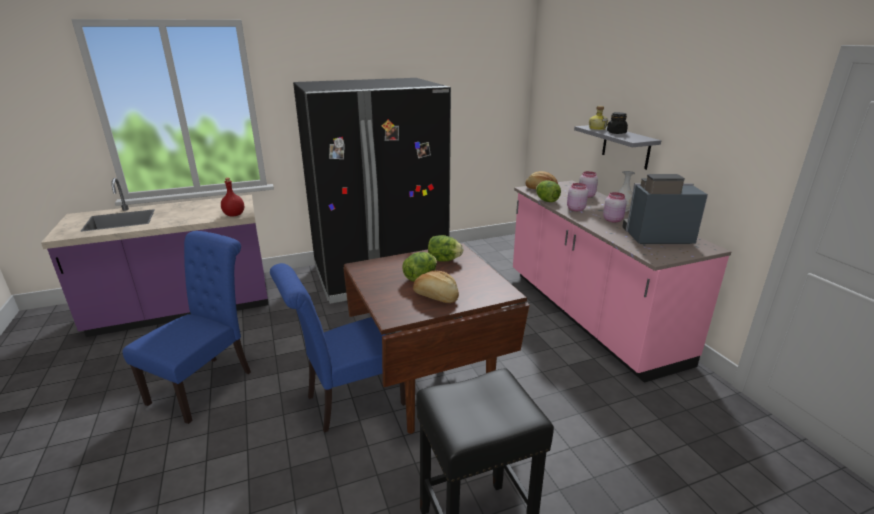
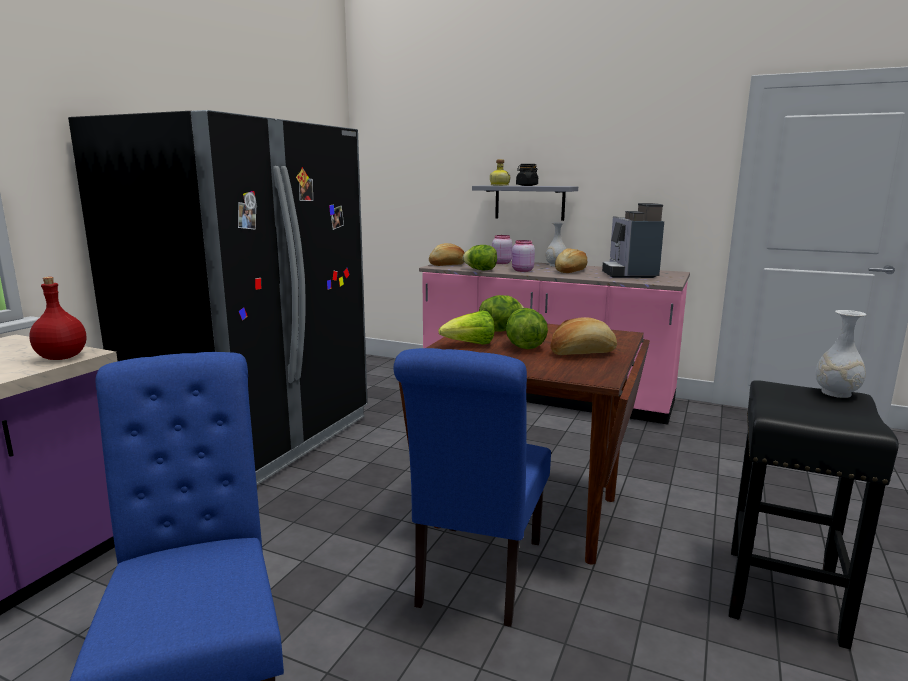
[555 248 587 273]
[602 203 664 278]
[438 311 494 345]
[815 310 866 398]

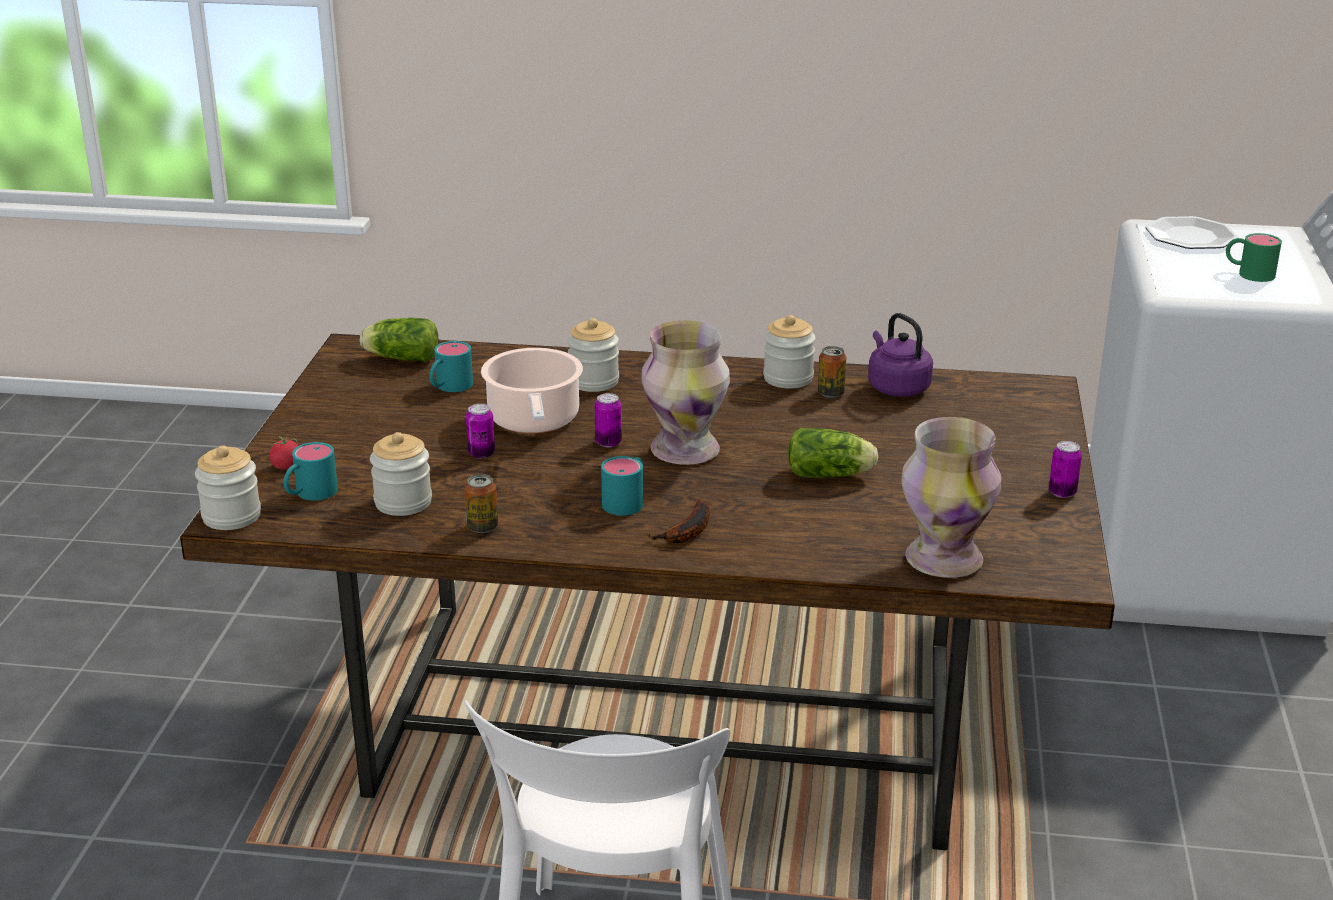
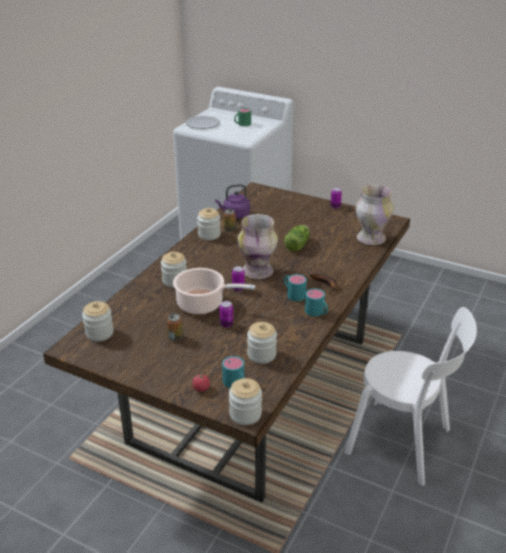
[82 301 114 341]
[305 288 328 316]
[167 313 183 341]

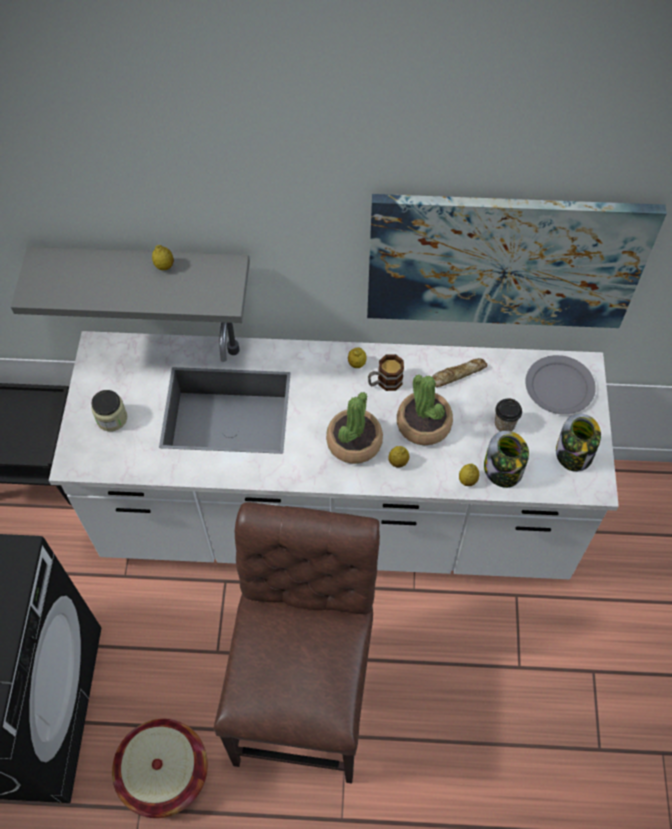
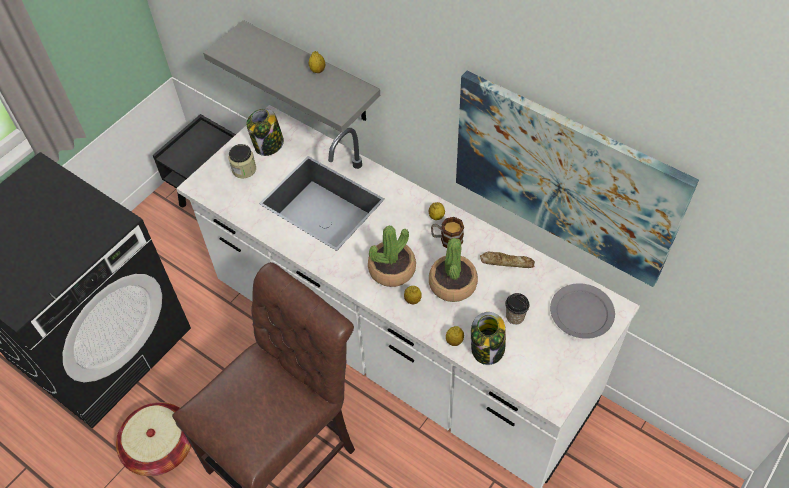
[246 109 284 156]

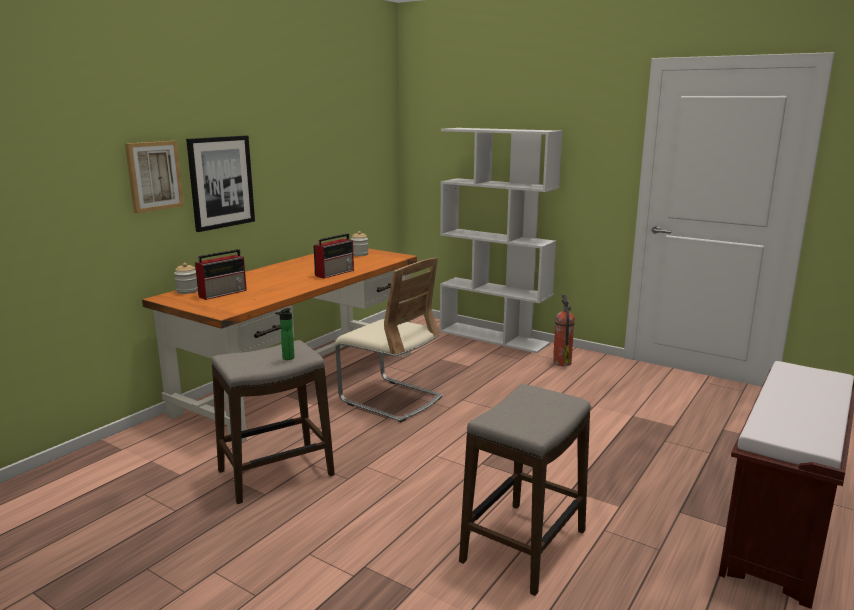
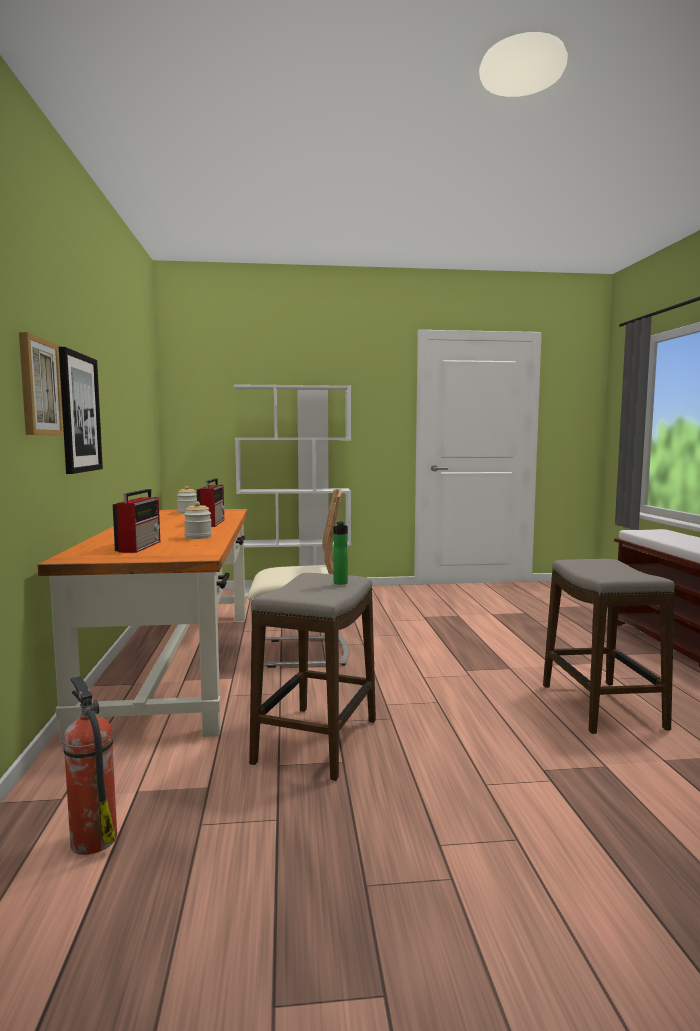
[184 502 212 539]
[63 676 117 855]

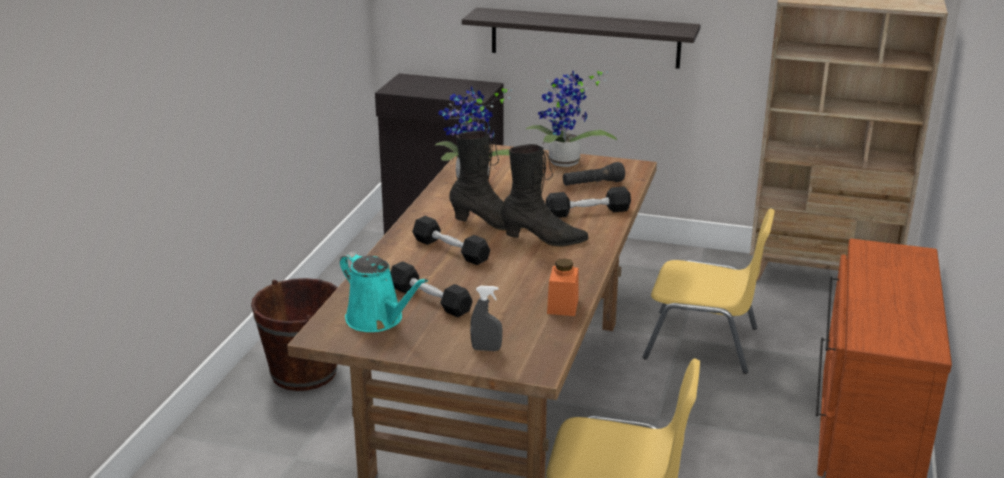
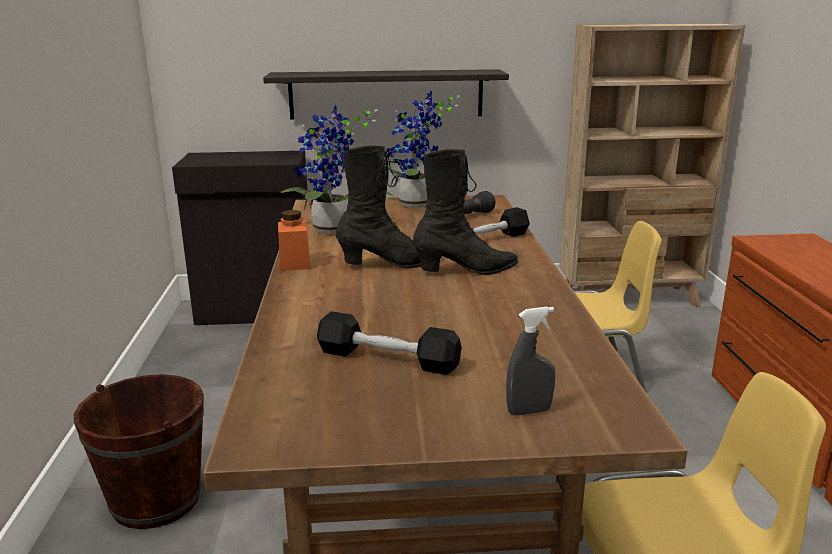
[340 252 428 332] (first image)
[412 216 490 265] (first image)
[278 210 311 271]

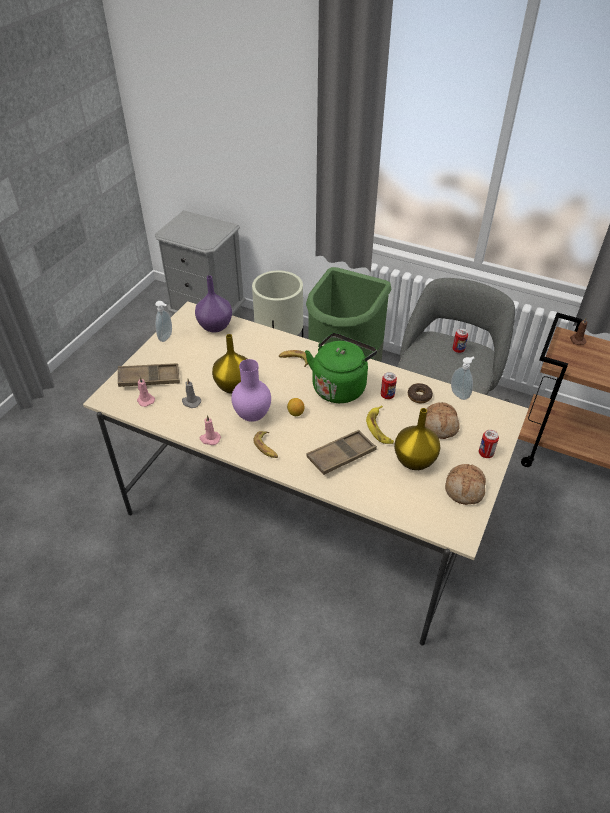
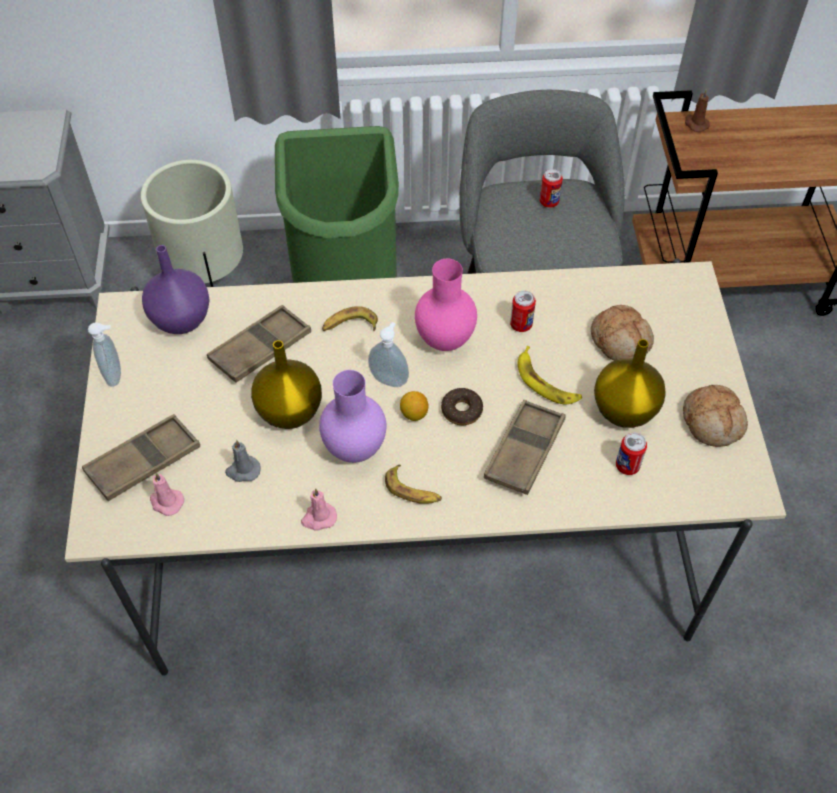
[415 259 477 351]
[441 388 483 425]
[368 322 409 387]
[616 433 647 475]
[207 305 311 383]

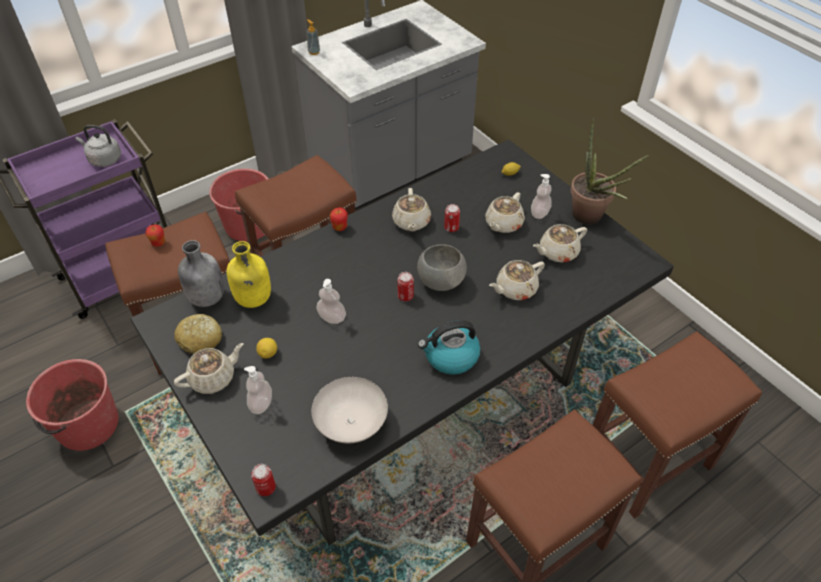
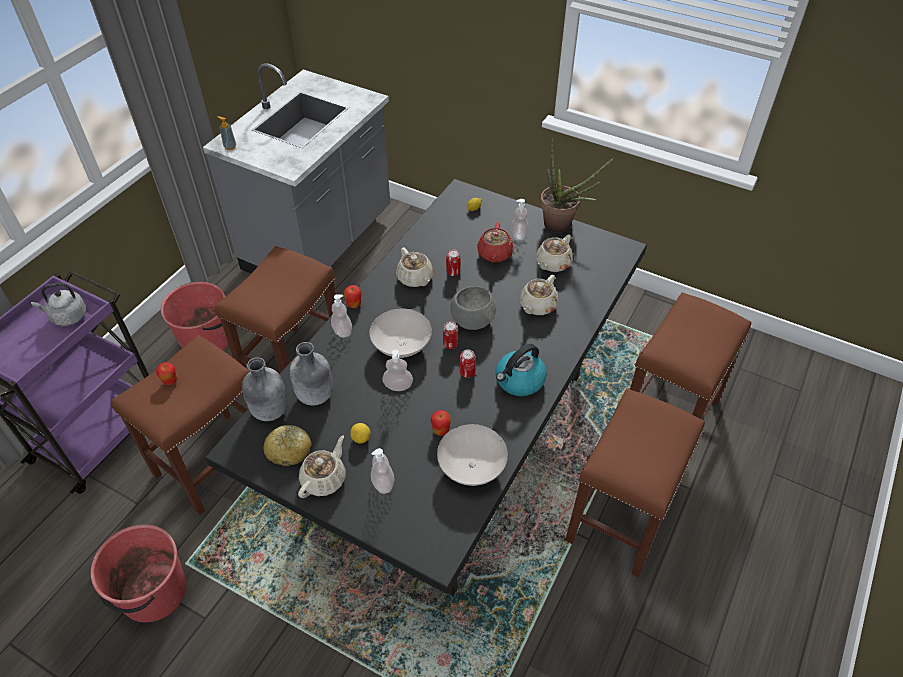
[290 342 333 406]
[460 349 476 378]
[477 222 514 263]
[331 294 352 338]
[369 309 432 358]
[431 410 451 436]

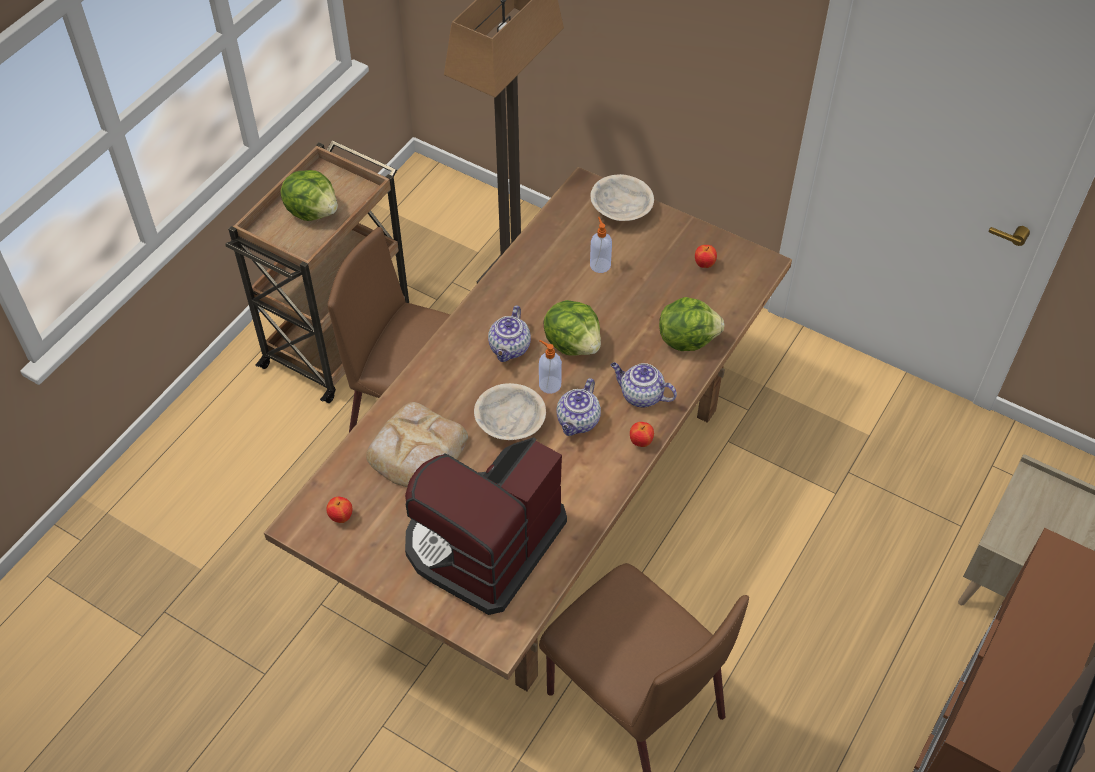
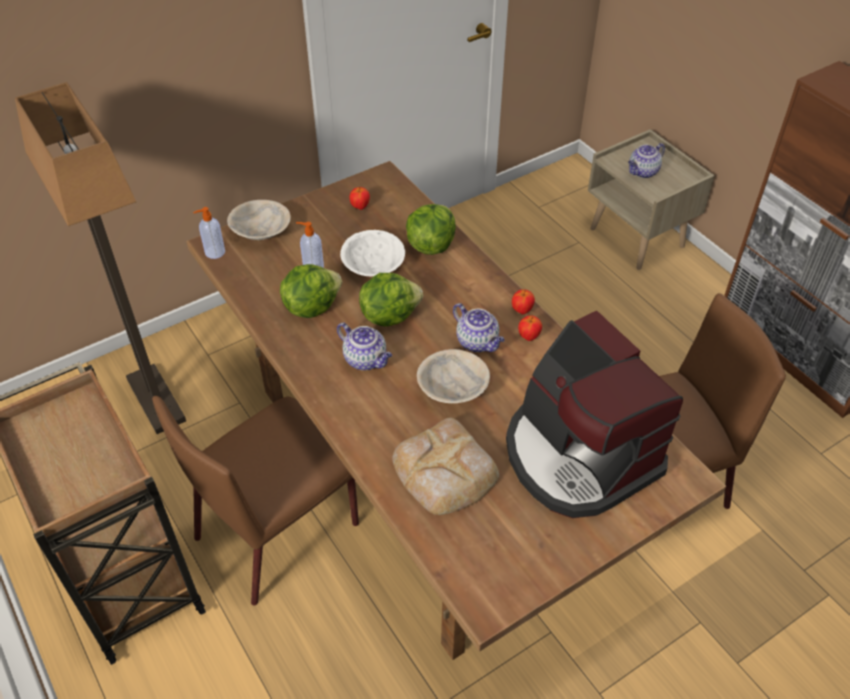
[280 264 342 318]
[518 315 542 341]
[193 207 225 259]
[628 143 665 178]
[340 230 405 276]

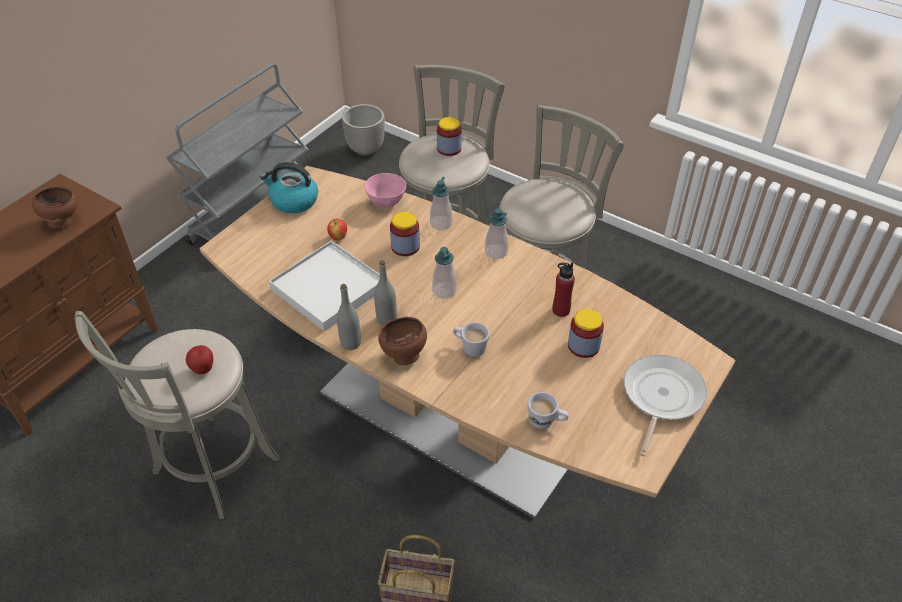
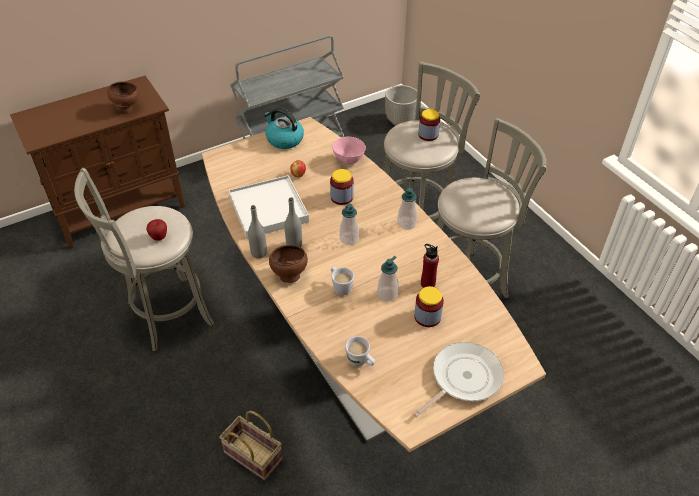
[377 256 399 302]

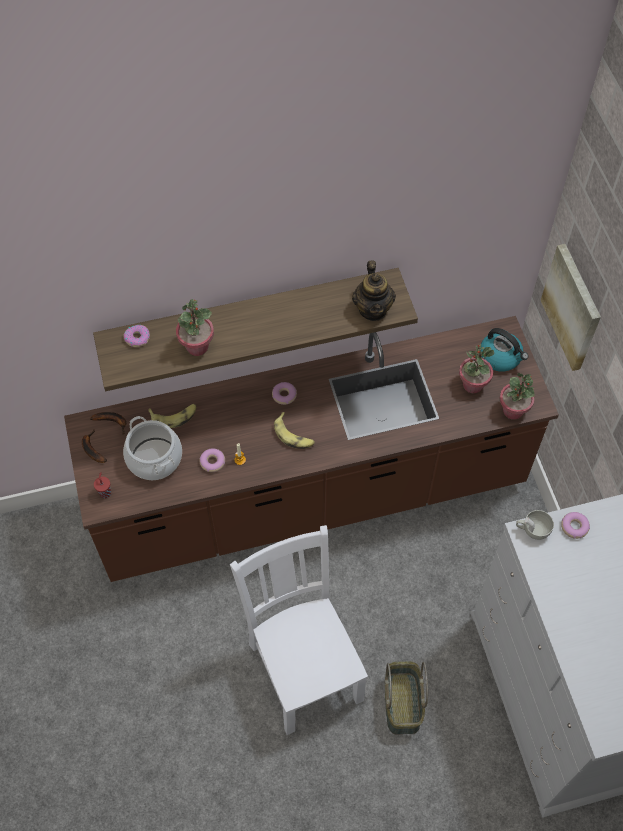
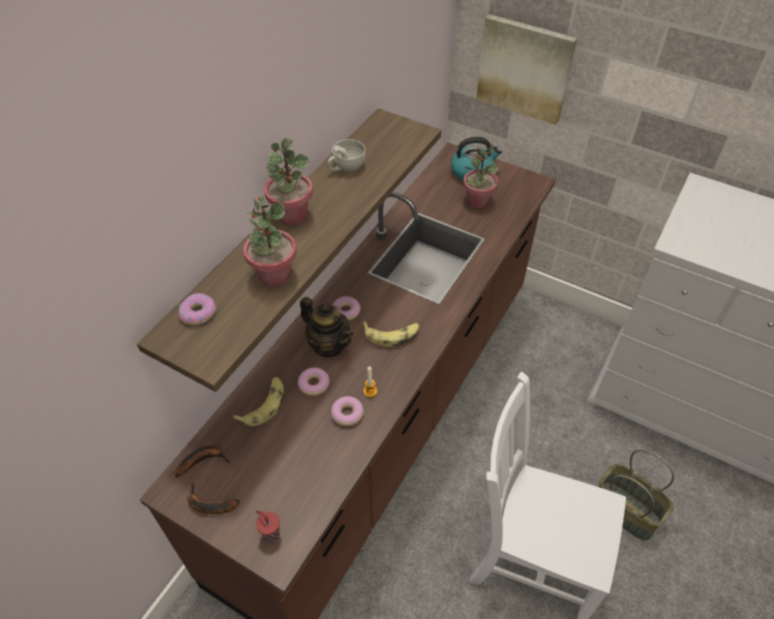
[123 416 182 480] (first image)
[300 297 354 357]
[264 138 313 226]
[327 139 365 171]
[298 367 330 396]

